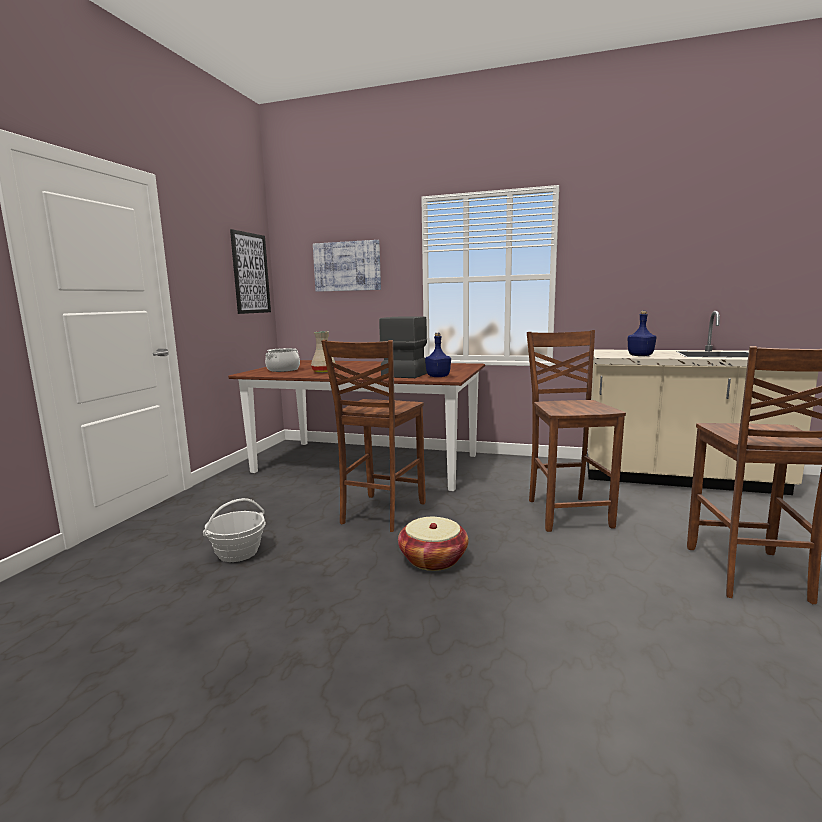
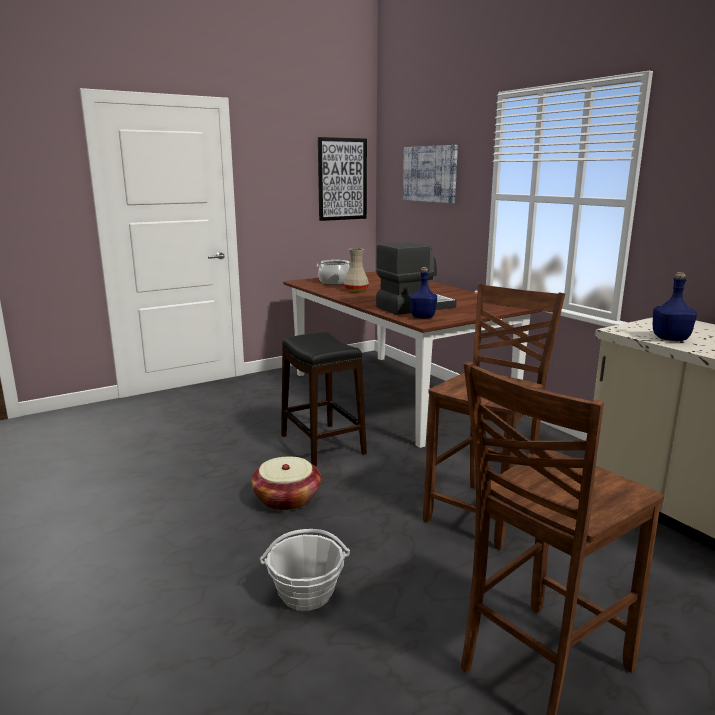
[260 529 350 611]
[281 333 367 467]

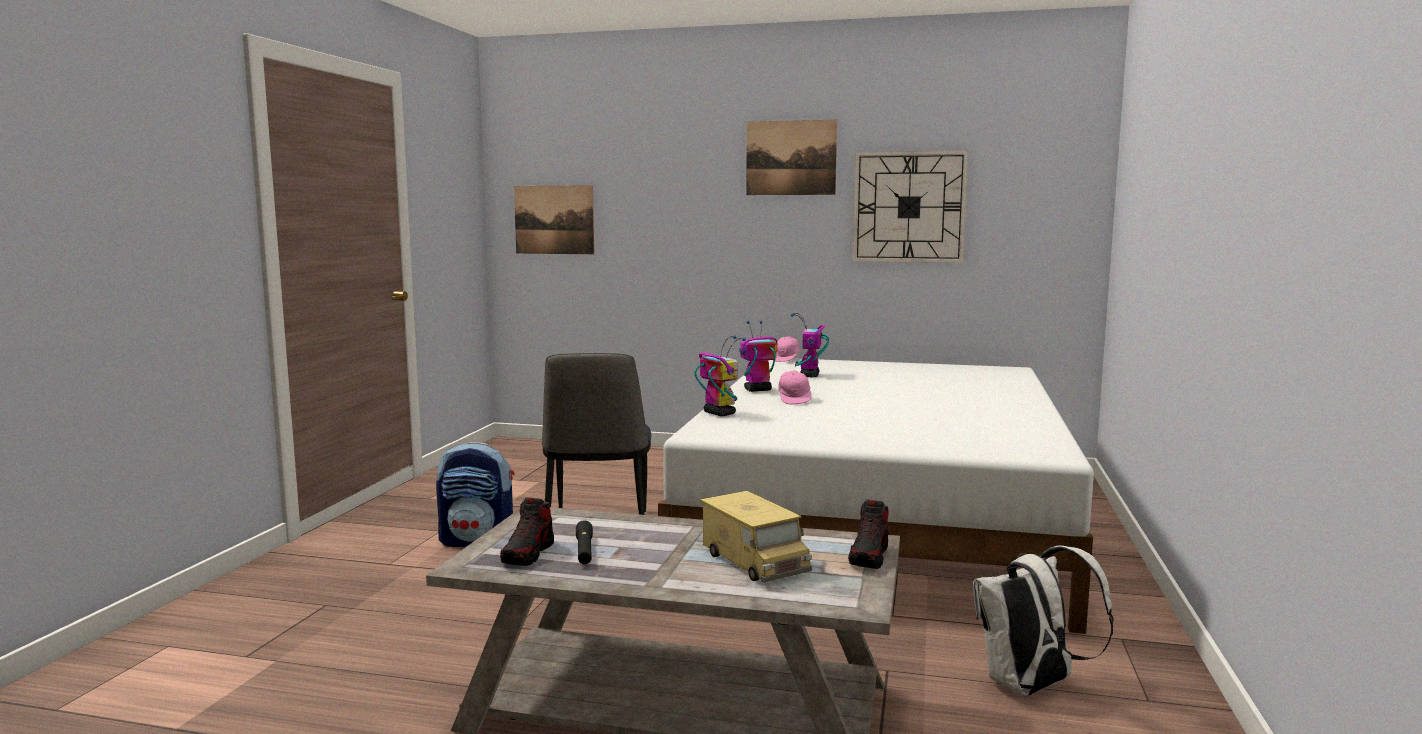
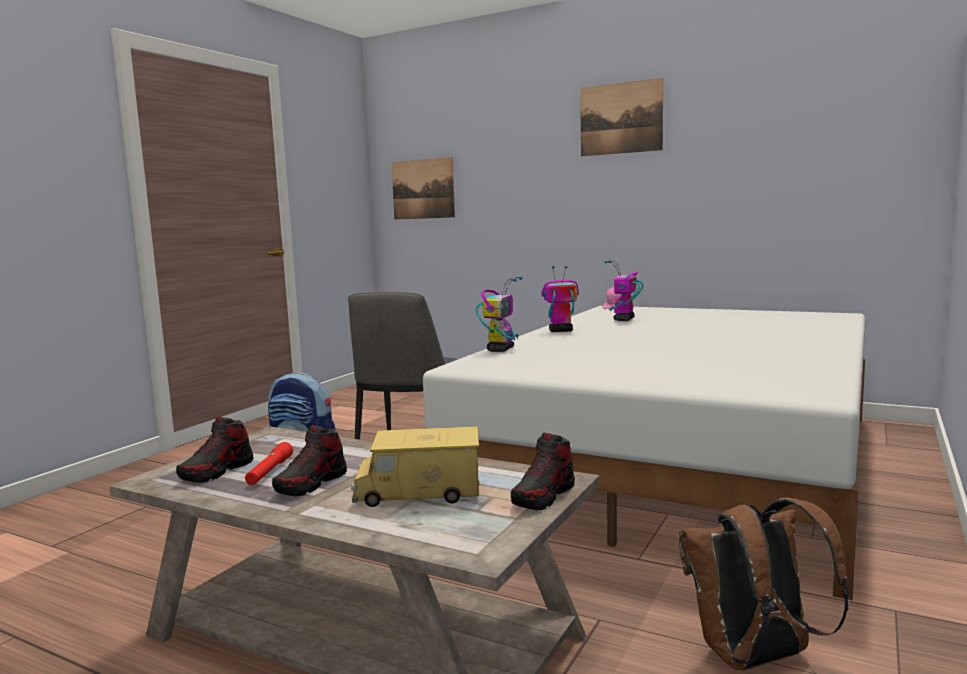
[245 442 293 485]
[476 277 522 352]
[351 426 479 507]
[778 370 812 405] (first image)
[853 150 968 263] (first image)
[679 497 849 670]
[272 425 347 496]

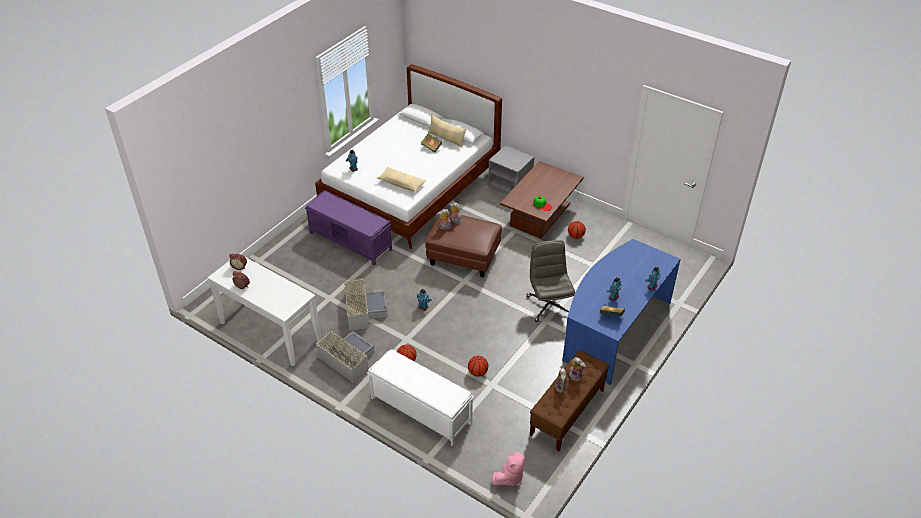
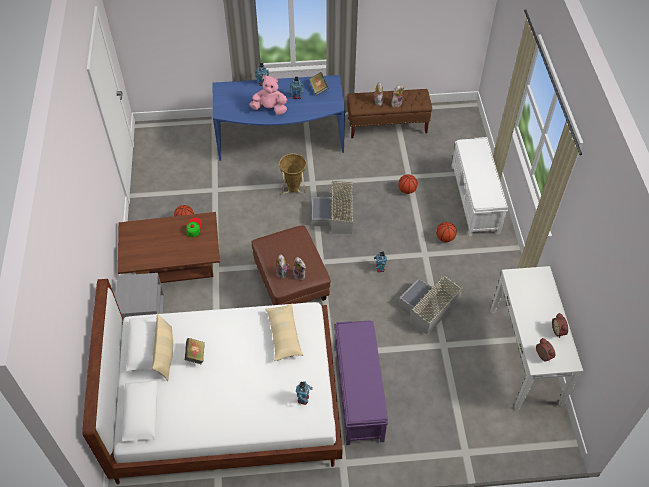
[312 181 353 234]
[249 75 287 115]
[279 154 306 194]

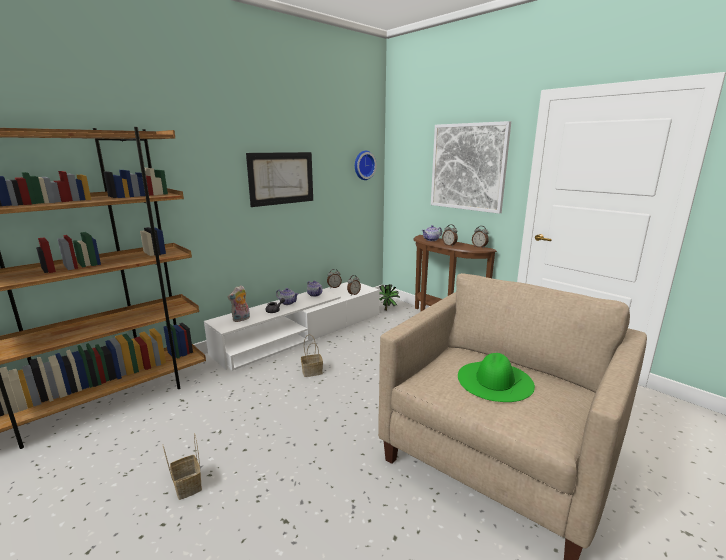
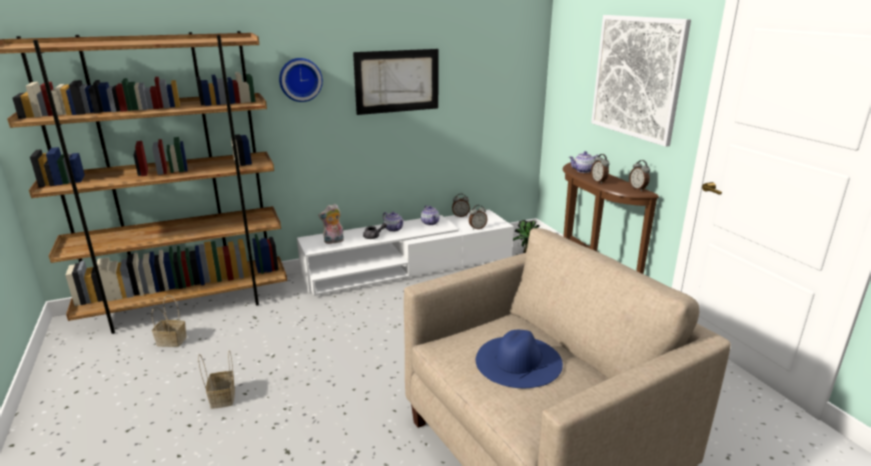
[151 295 187 347]
[279 58 323 102]
[476 330 563 388]

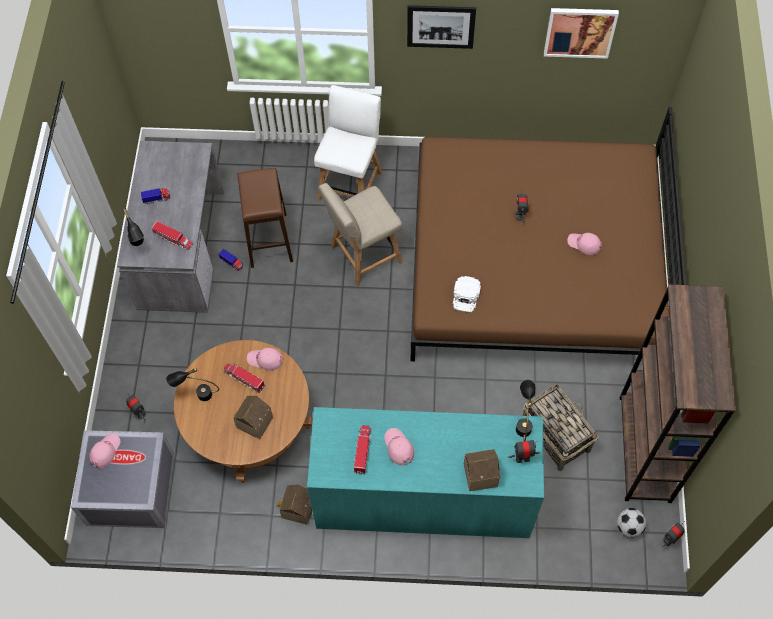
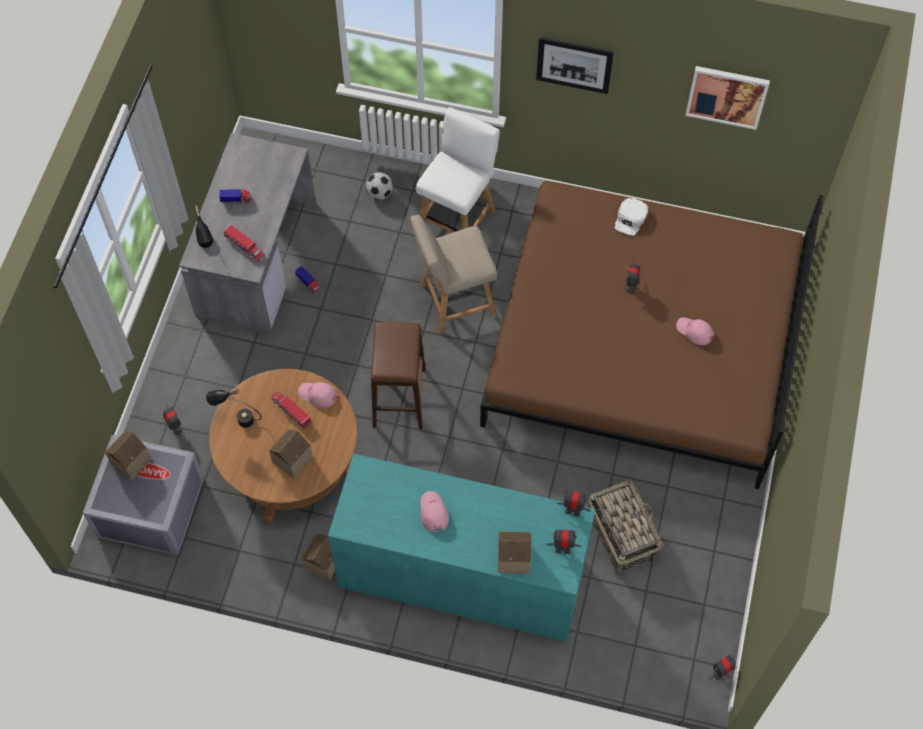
[105 431 152 480]
[371 322 426 429]
[354 425 371 474] (first image)
[615 198 648 236]
[557 490 591 516]
[366 172 393 200]
[620 284 736 503] (first image)

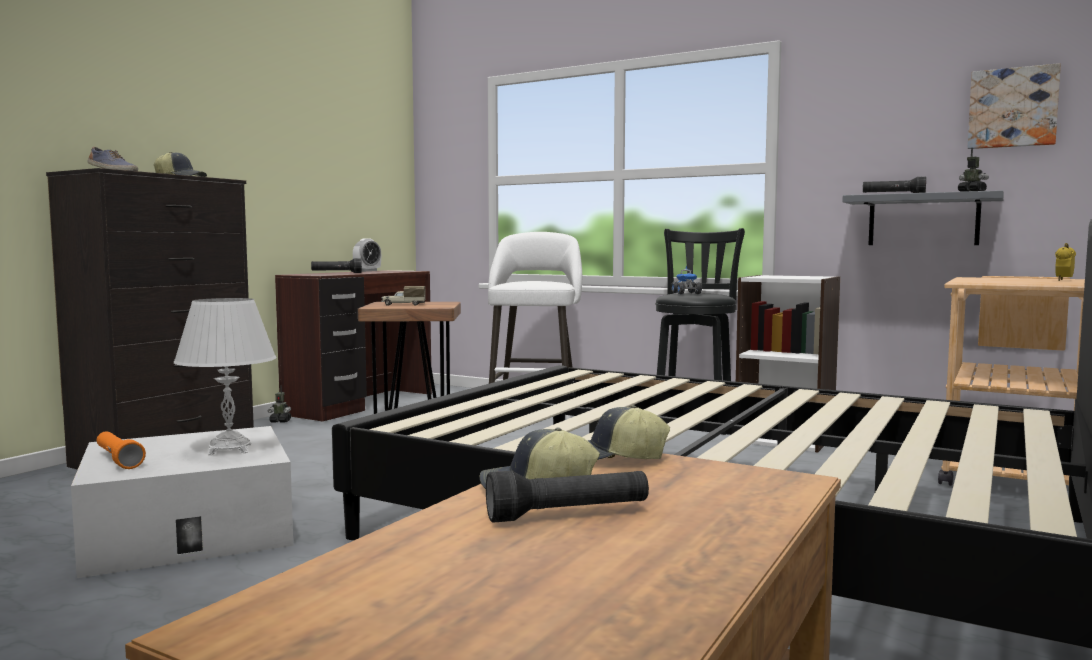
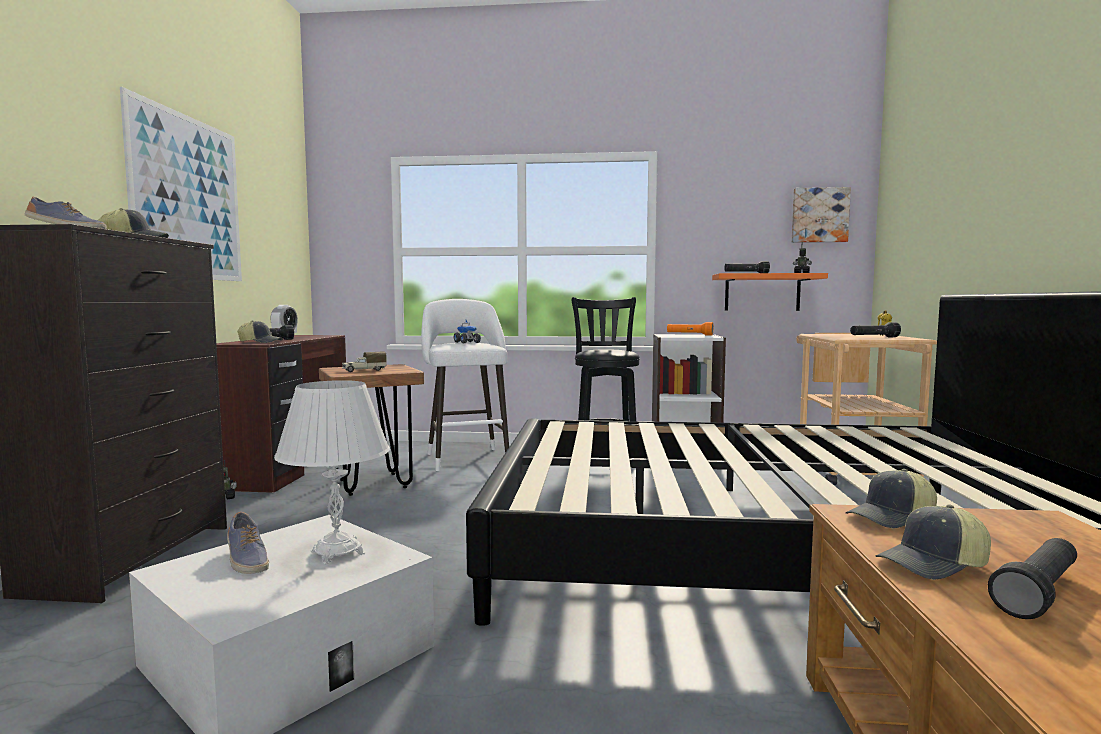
[667 322 713 336]
[454 320 481 343]
[712 273 828 311]
[120 87 242 281]
[227 512 269 574]
[238 320 283 343]
[850 322 901 337]

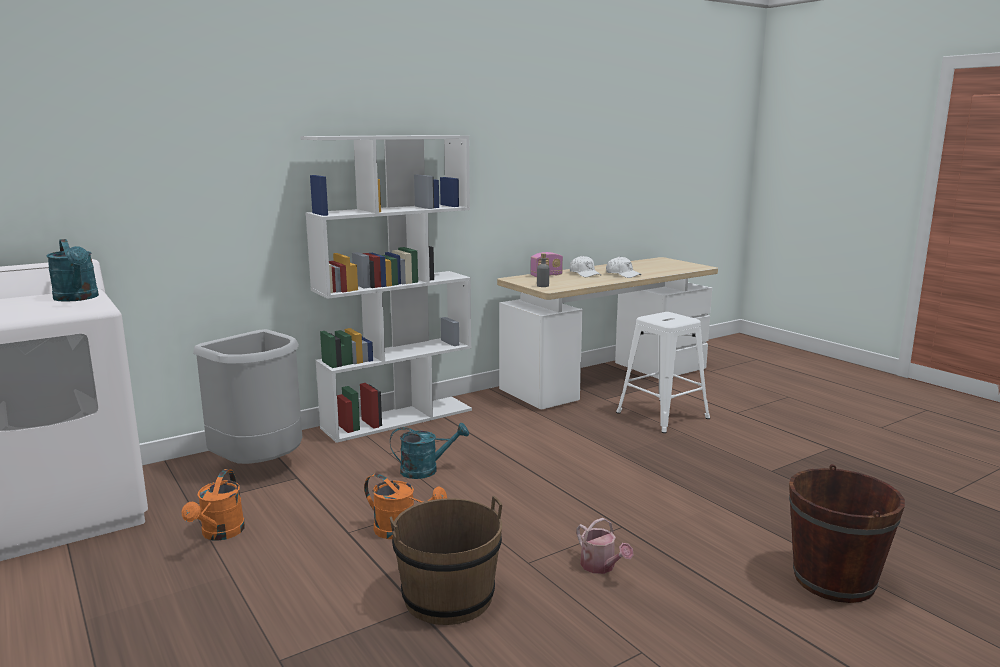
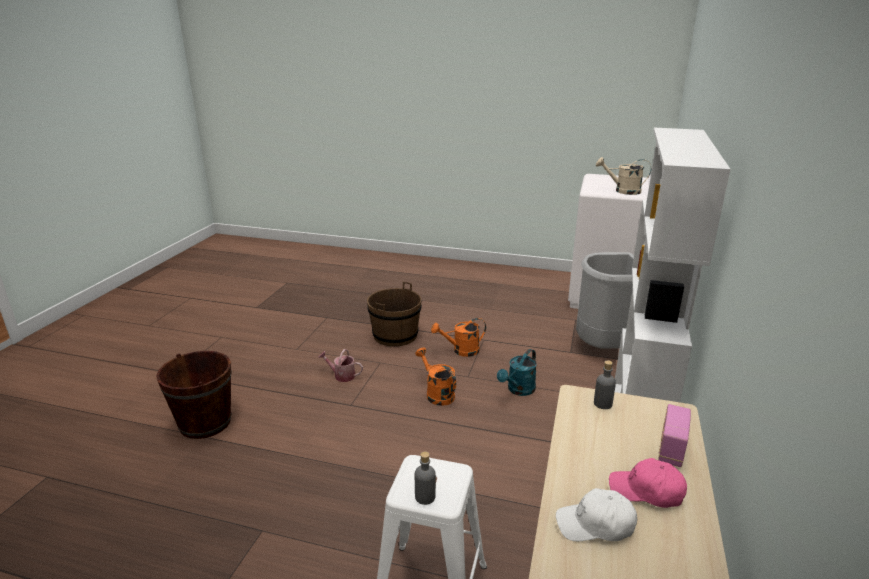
[596 157 651 195]
[415 348 456 406]
[609 458 687 508]
[415 451 436 505]

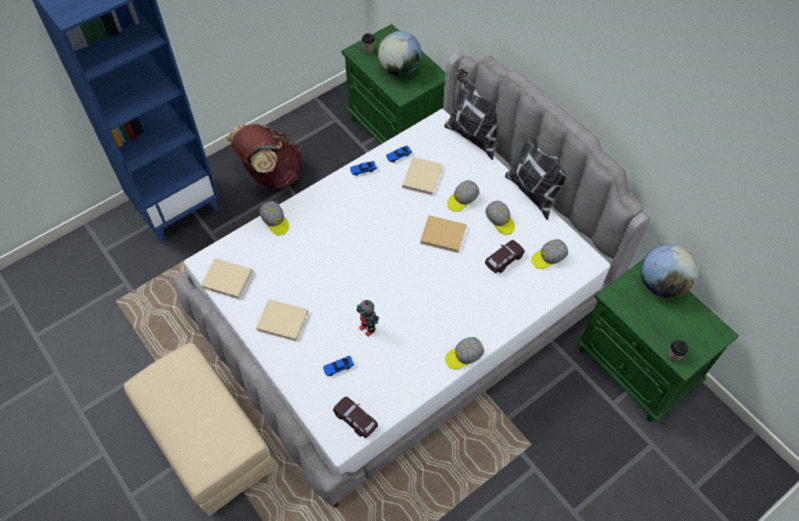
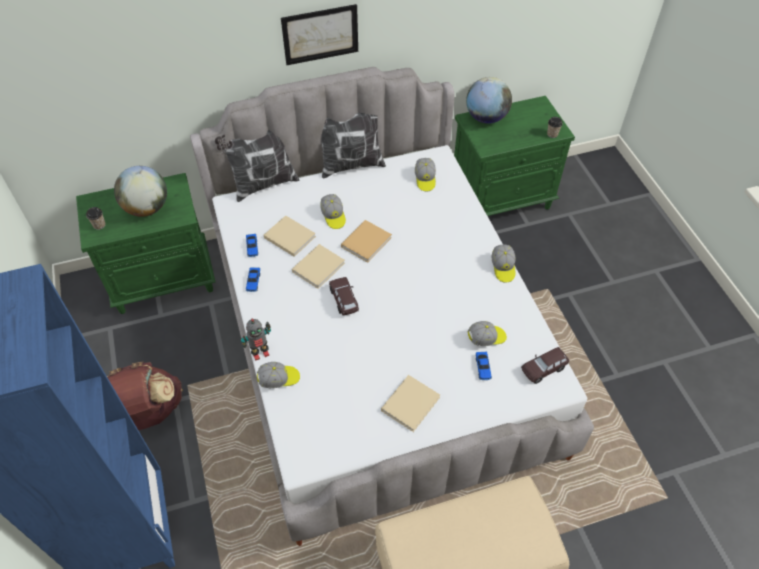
[292 244 345 289]
[241 318 271 361]
[468 321 507 346]
[329 277 359 316]
[281 4 358 65]

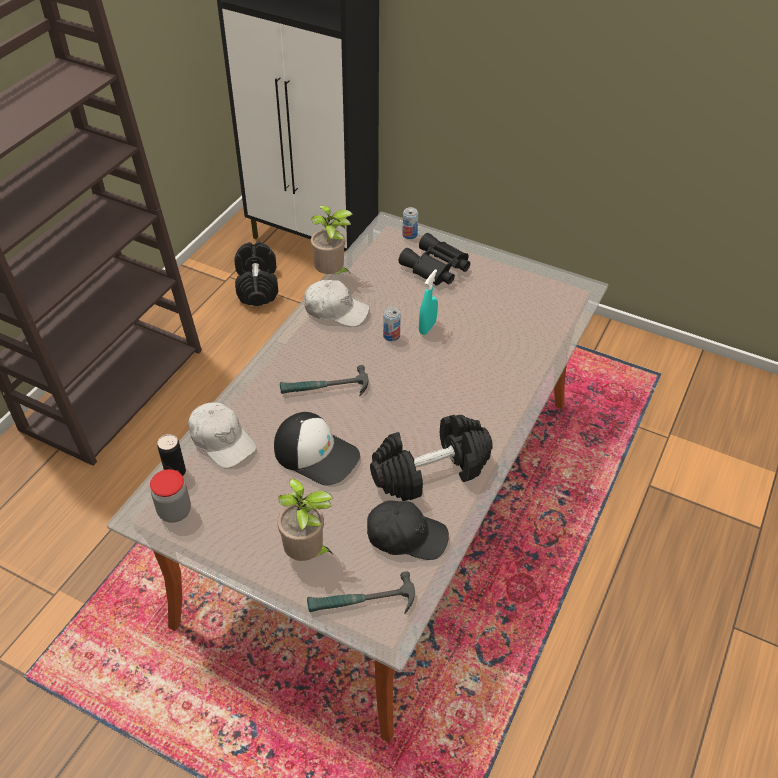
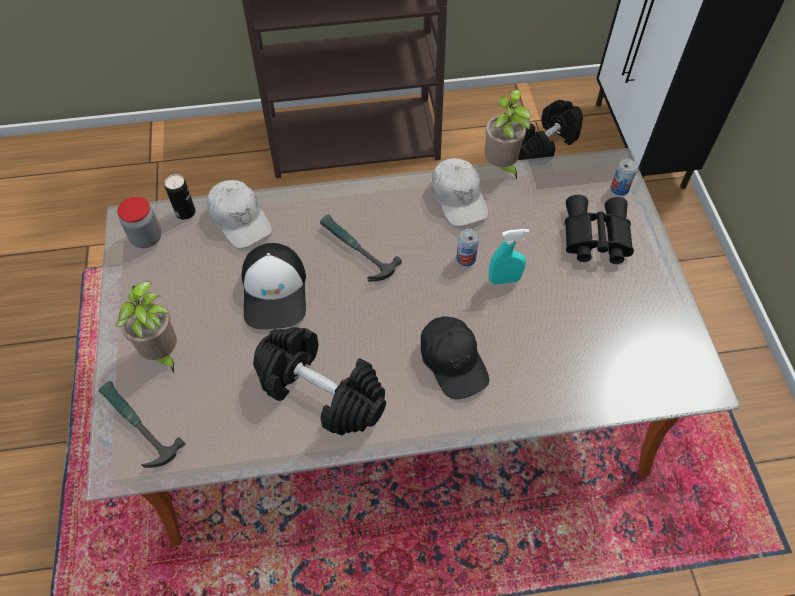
[207 180 272 248]
[421 316 489 399]

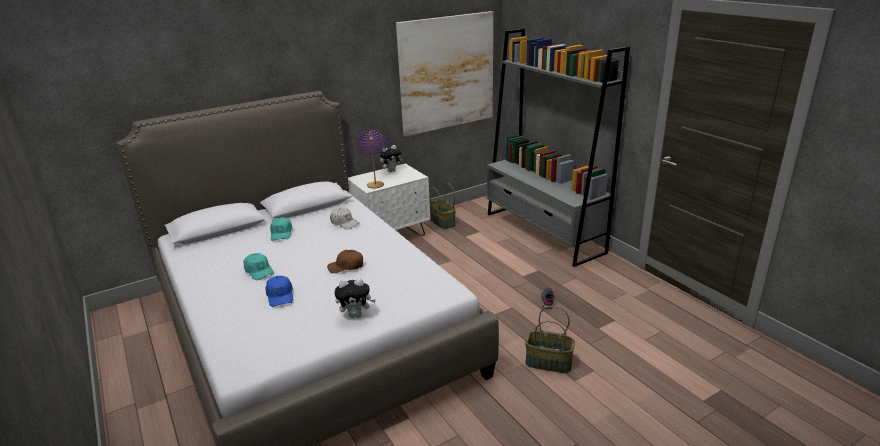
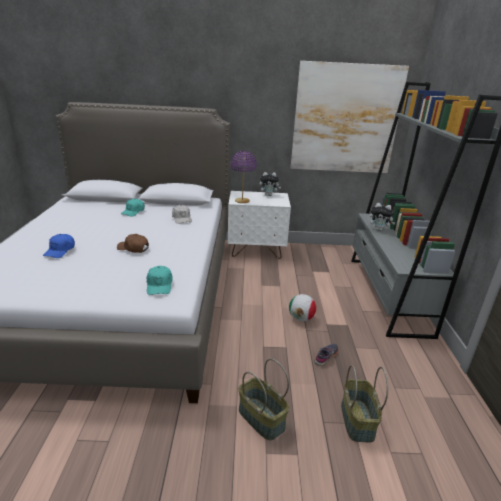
[146 266 173 295]
[370 203 396 231]
[341 365 388 443]
[289 294 316 322]

